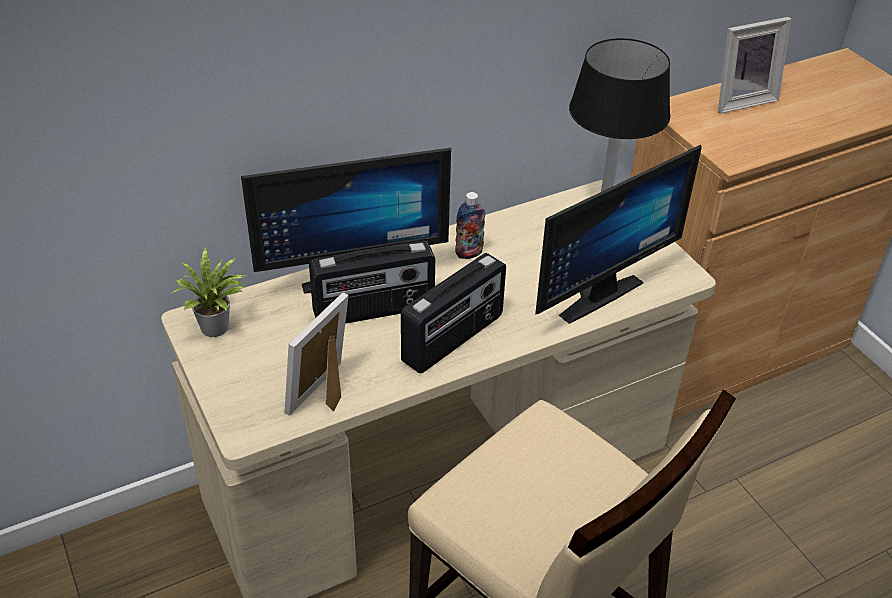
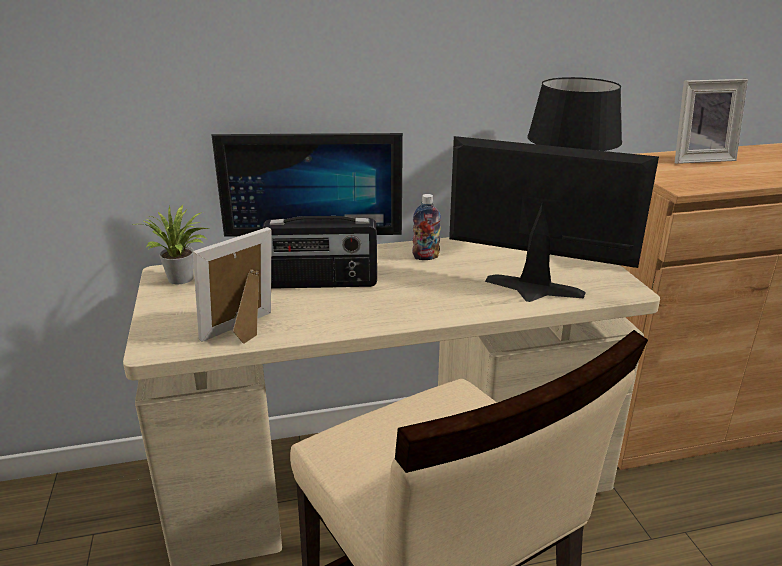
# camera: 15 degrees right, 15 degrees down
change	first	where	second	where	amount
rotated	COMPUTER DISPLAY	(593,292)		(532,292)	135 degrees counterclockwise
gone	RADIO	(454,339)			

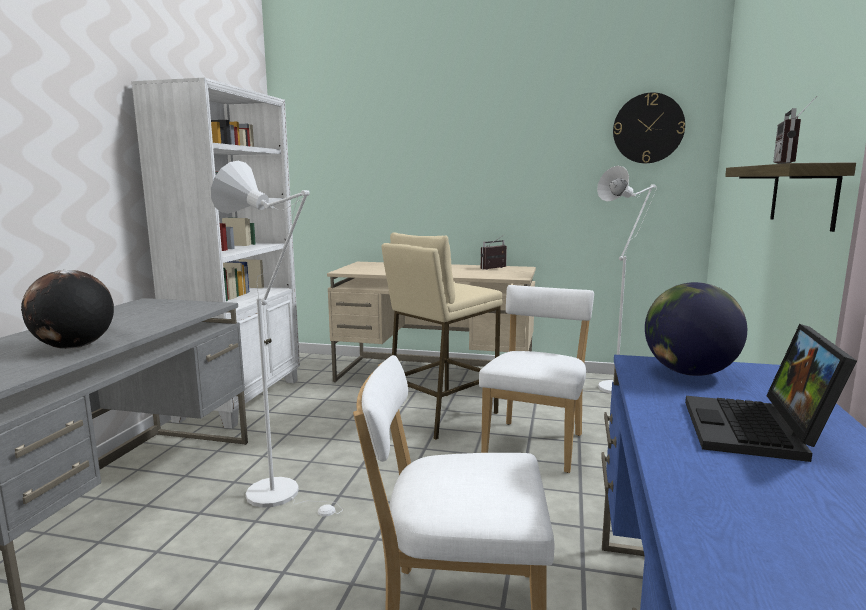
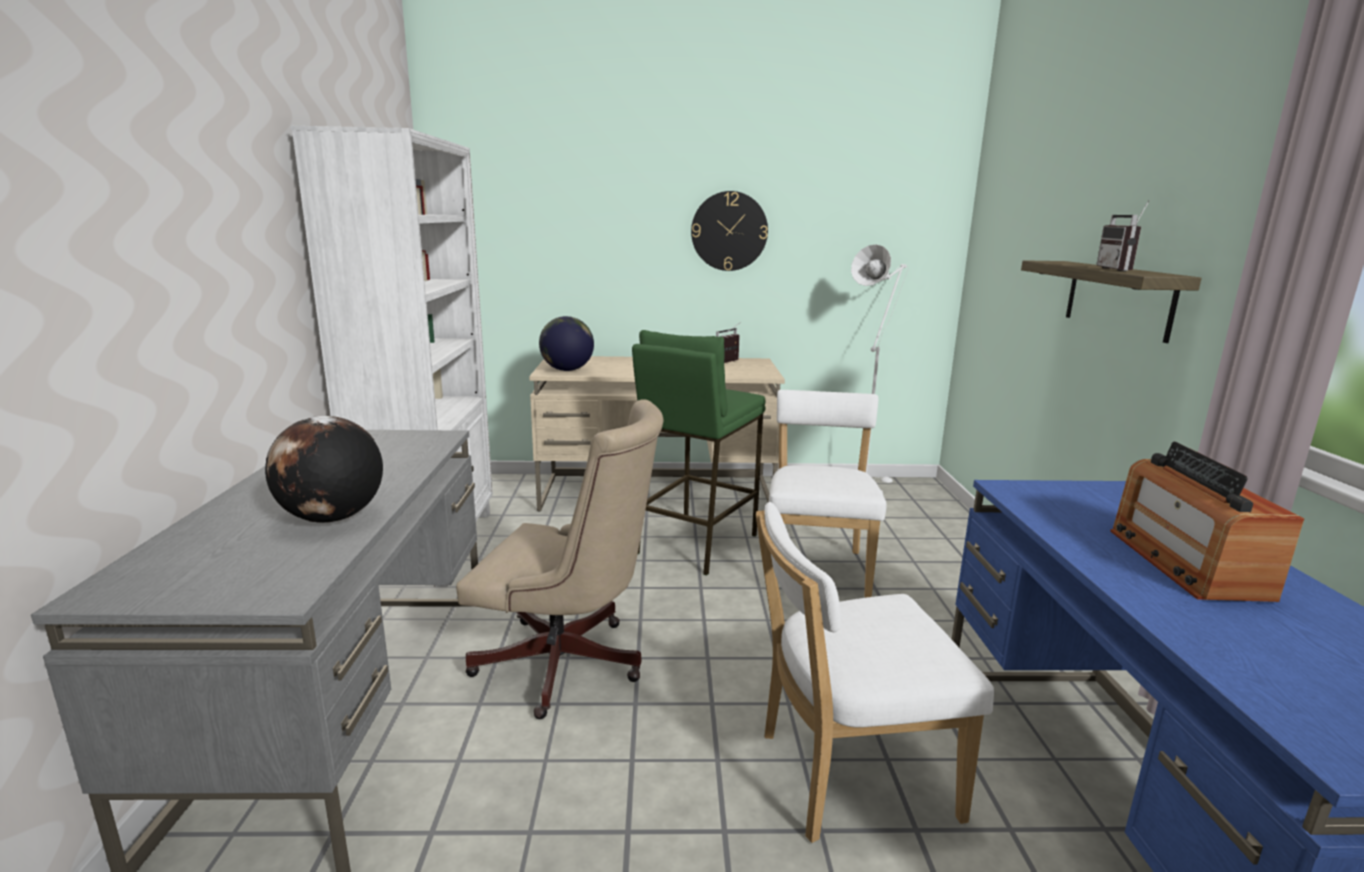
# camera: 15 degrees left, 5 degrees up
change	first	where	second	where	amount
swapped	WHITE FLOOR LAMP	(282,495)	BEIGE-COLOURED DESK CHAIR	(569,666)	
shifted	GLOBE	(689,372)		(567,370)	
repainted	BEIGE-COLOURED SITTING STOOL	(441,415)	GREENISH SITTING STOOL	(695,544)	
shifted	CLOCK ON THE WALL	(648,128)		(729,231)	
swapped	LAPTOP	(758,432)	RADIO	(1185,563)	

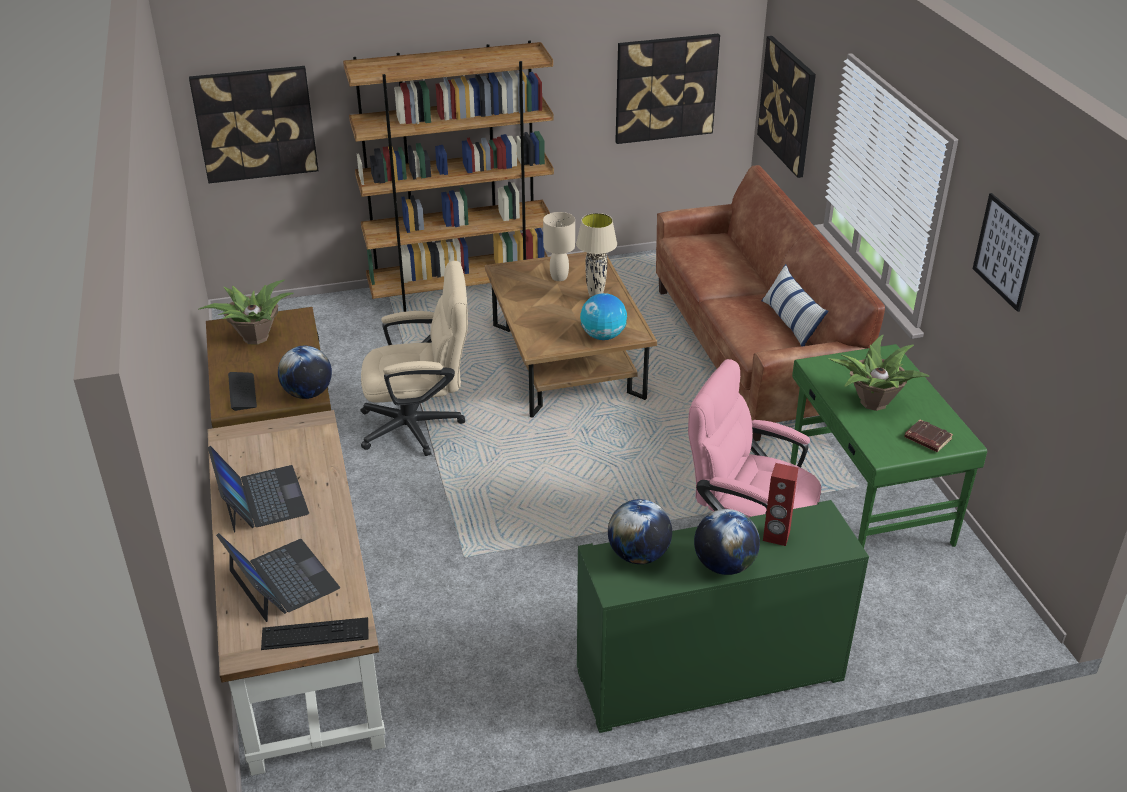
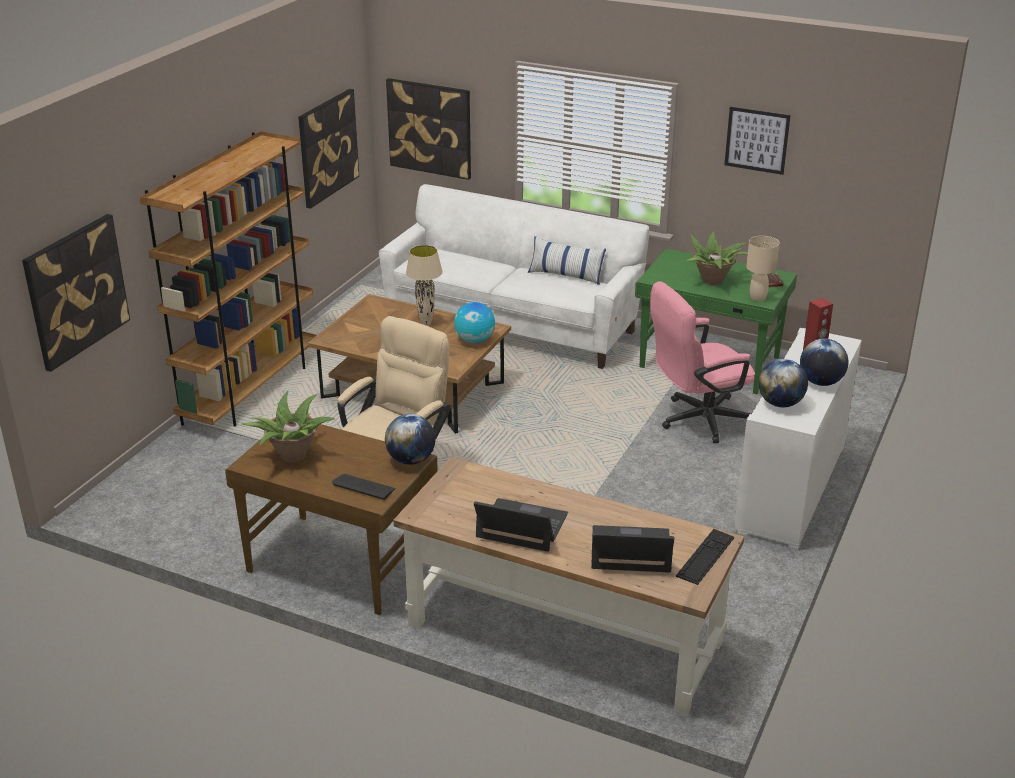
# camera: 50 degrees left, 5 degrees down
change	first	where	second	where	amount
repainted	BROWNISH SOFA	(748,353)	WHITE SOFA	(511,325)	
repainted	GREENISH STORAGE CABINET	(709,675)	WHITE STORAGE CABINET	(791,487)	
shifted	BEIGE-COLOURED LAMP FOR A TABLE	(559,277)		(758,298)	

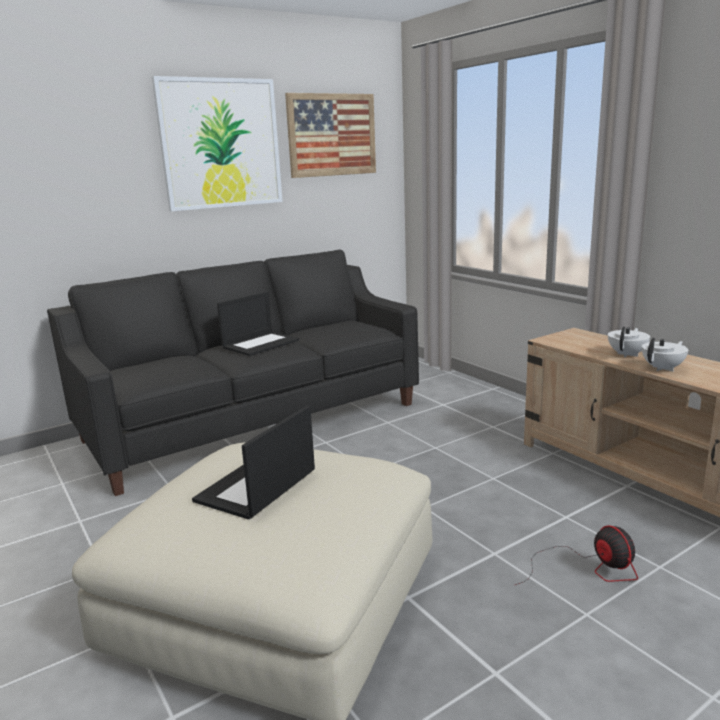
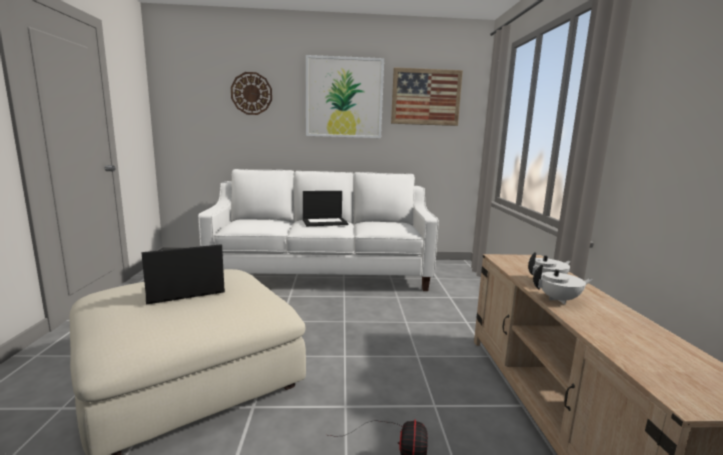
# camera: 30 degrees right, 5 degrees down
change	first	where	second	where	amount
repainted	BLACK SOFA	(254,422)	WHITE SOFA	(323,273)	
new			CLOCK ON THE WALL	(251,93)	

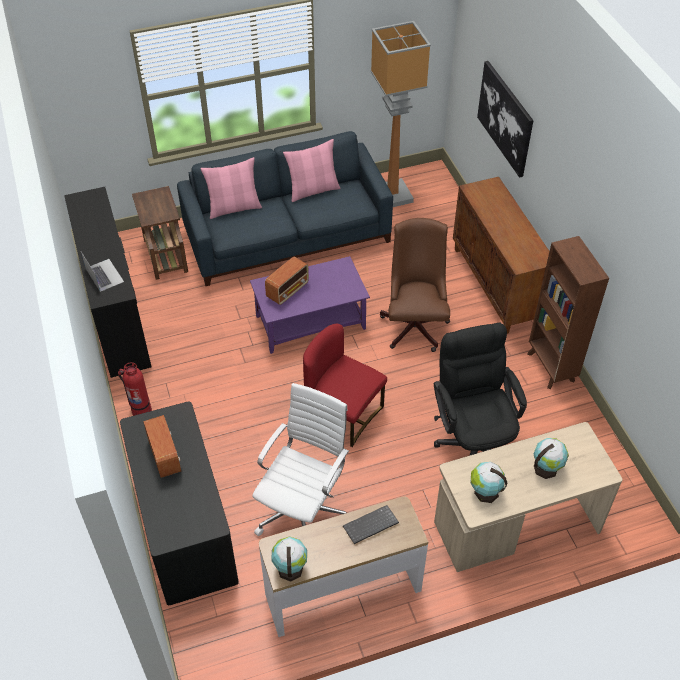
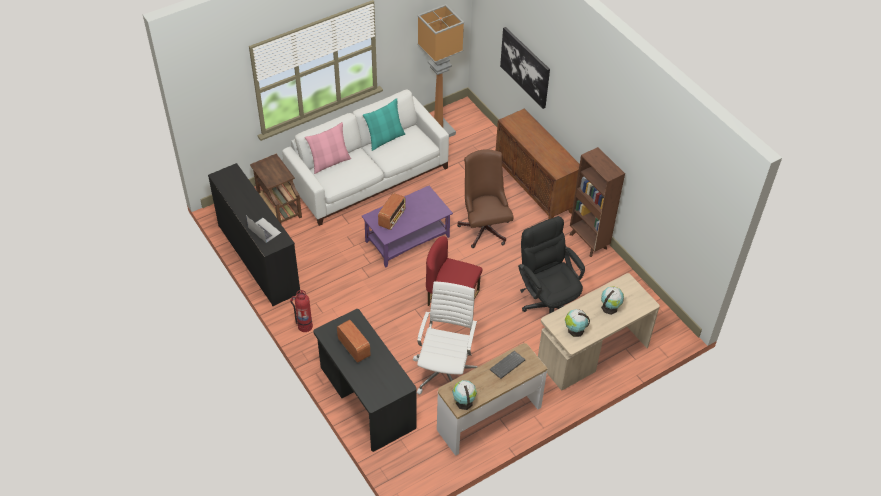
# camera: 15 degrees left, 0 degrees up
change	first	where	second	where	amount
repainted	BLUE-COLOURED SOFA	(288,236)	WHITE SOFA	(369,176)	
repainted	PINK-COLOURED CUSHION	(313,190)	TURQUOISE-COLOURED CUSHION	(385,139)	

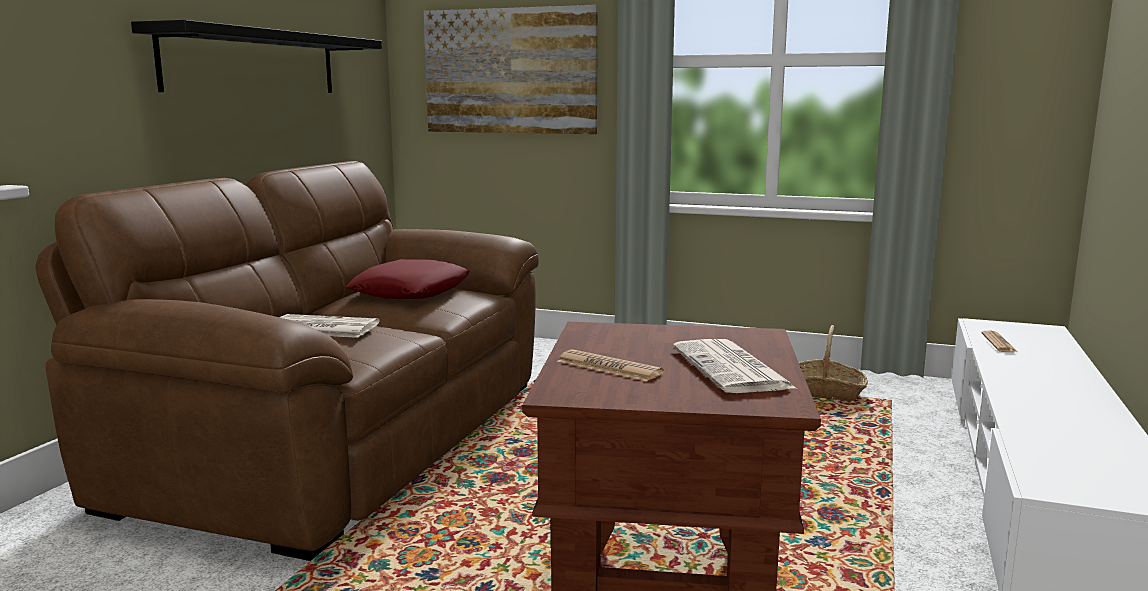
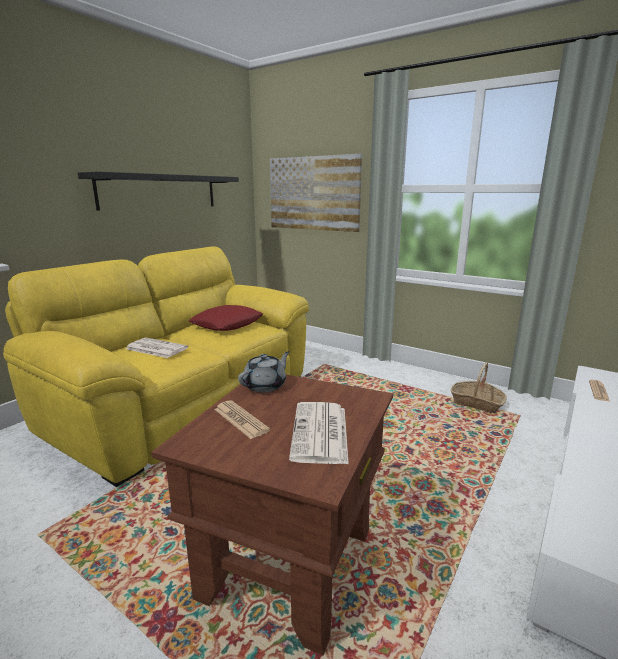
# camera: 15 degrees right, 5 degrees up
change	first	where	second	where	amount
repainted	BROWNISH SOFA	(340,439)	YELLOWISH SOFA	(183,402)	
new			GREY TEAPOT	(265,385)	

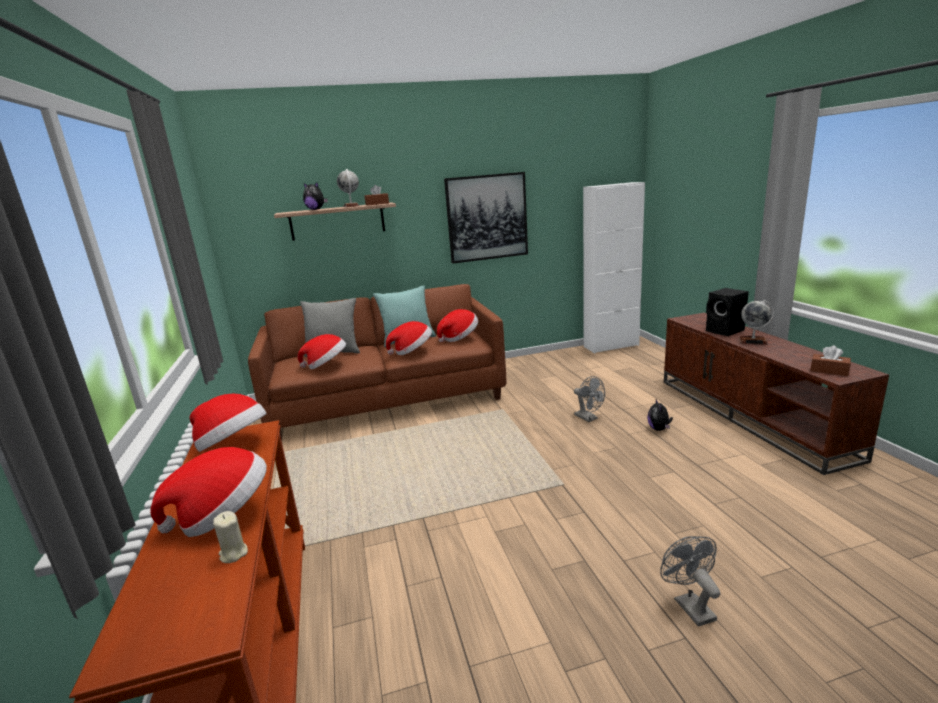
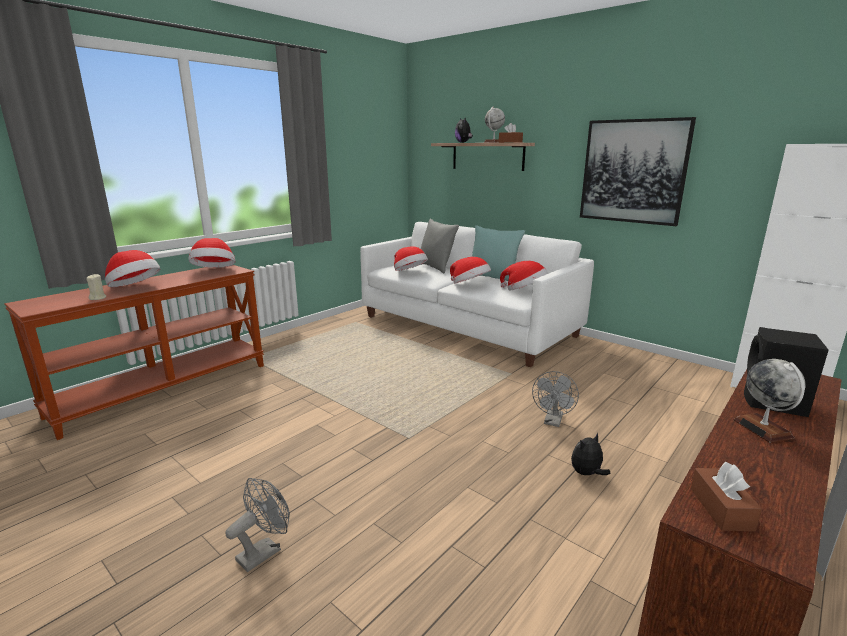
# camera: 55 degrees right, 0 degrees up
change	first	where	second	where	amount
repainted	BROWNISH SOFA	(387,399)	WHITE SOFA	(467,326)	

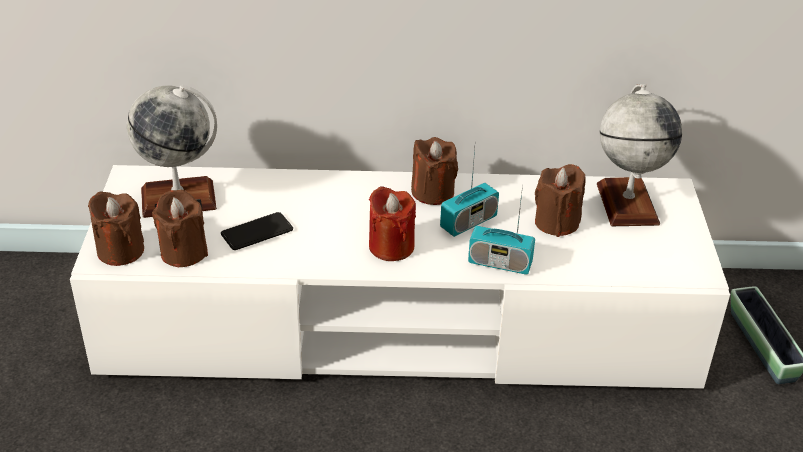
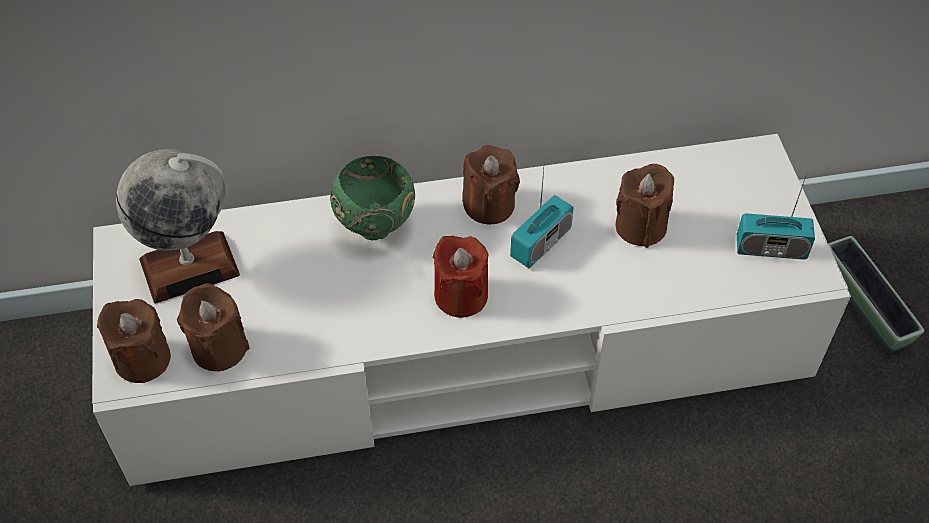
# camera: 10 degrees left, 15 degrees up
change	first	where	second	where	amount
new			GREENISH BOWL	(377,227)	
shifted	RADIO	(500,263)		(771,248)	
gone	PHONE	(257,232)			
gone	GLOBE	(627,203)			

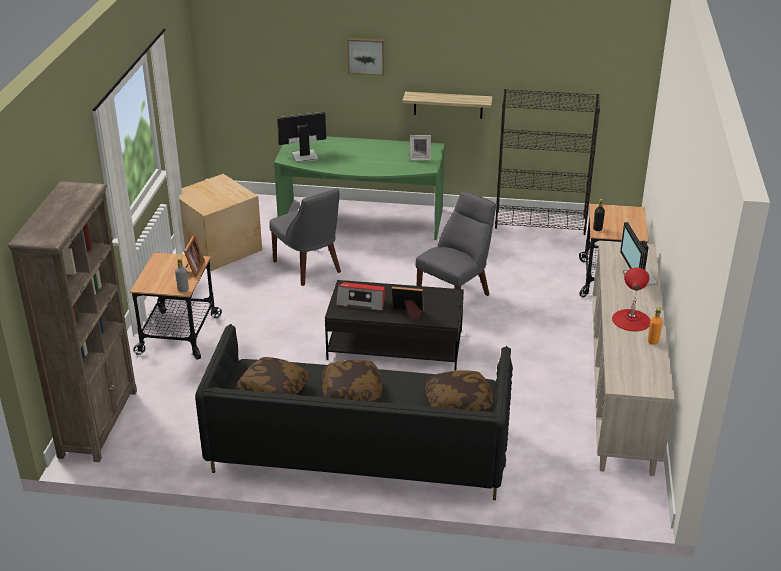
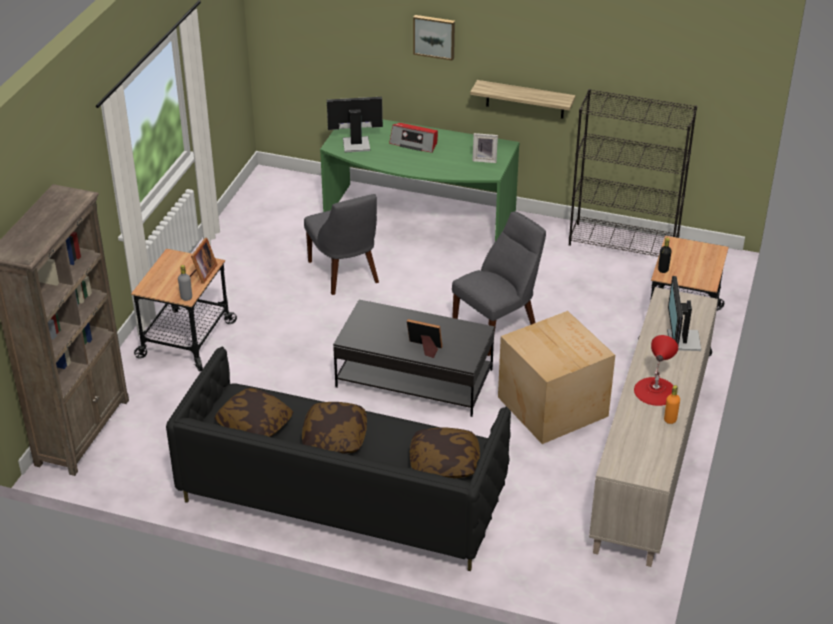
# camera: 10 degrees right, 5 degrees up
change	first	where	second	where	amount
shifted	RADIO	(361,302)		(414,143)	
shifted	CARTON	(219,247)		(553,405)	

